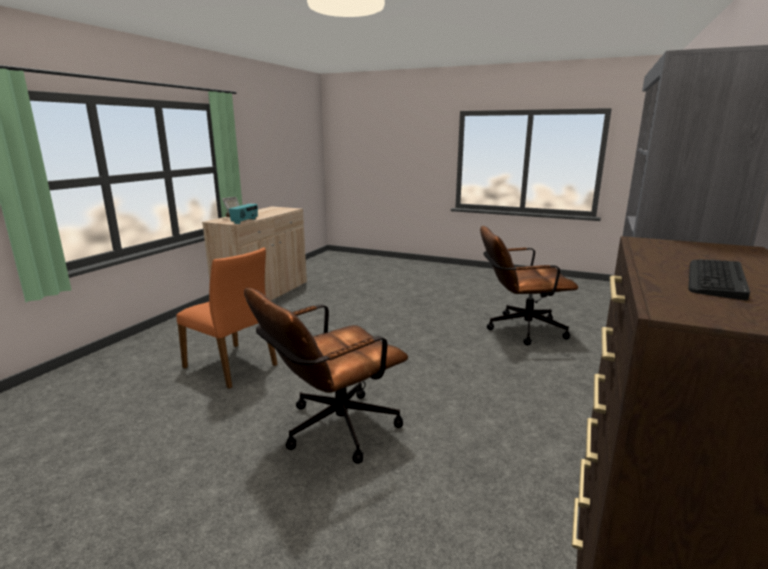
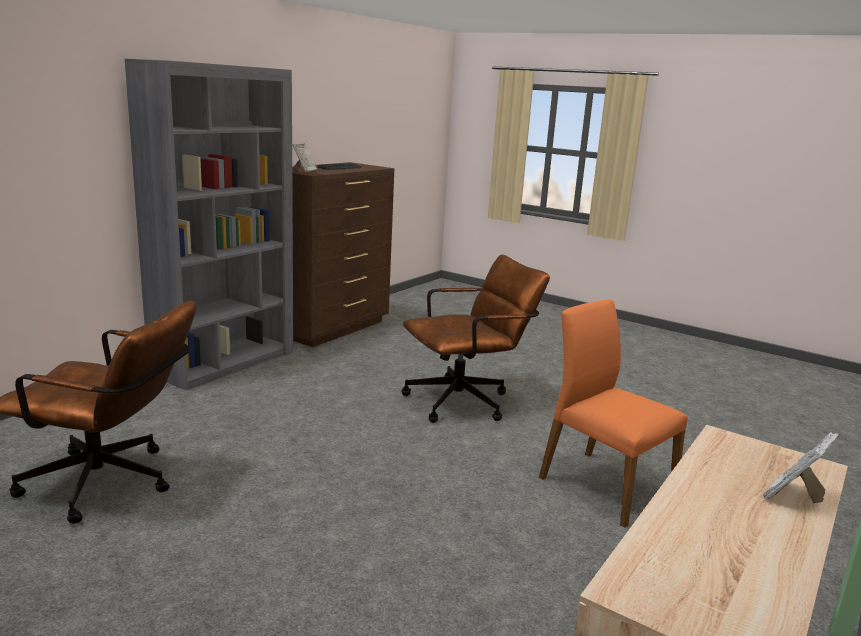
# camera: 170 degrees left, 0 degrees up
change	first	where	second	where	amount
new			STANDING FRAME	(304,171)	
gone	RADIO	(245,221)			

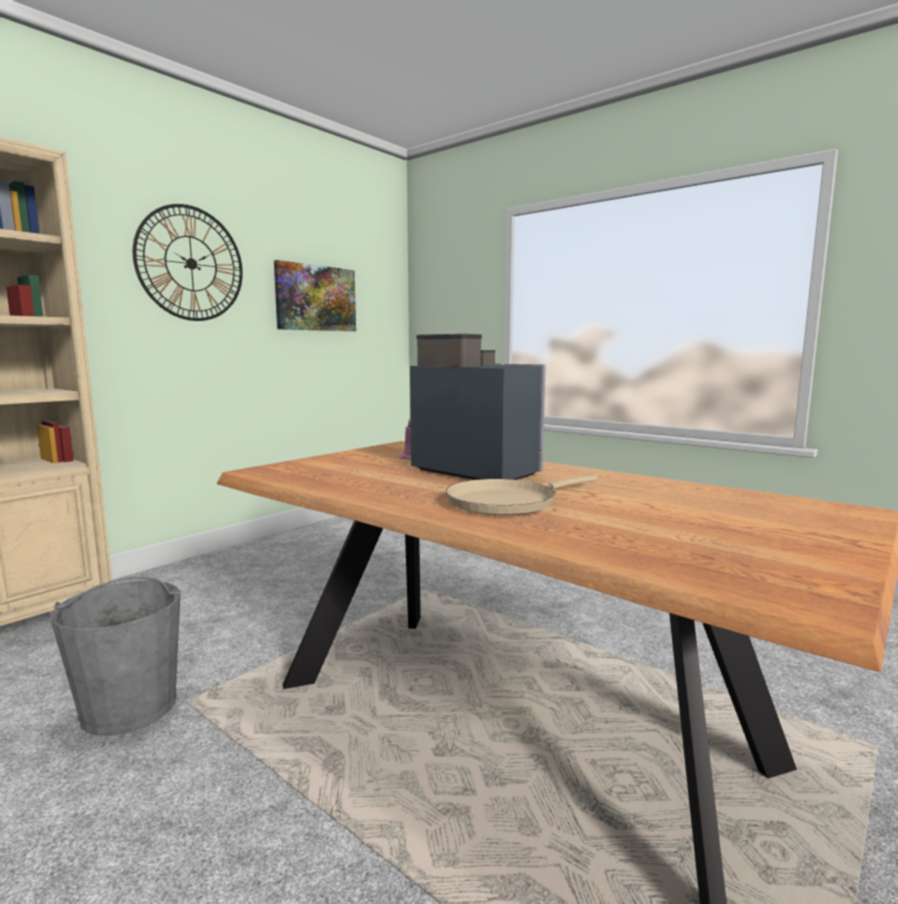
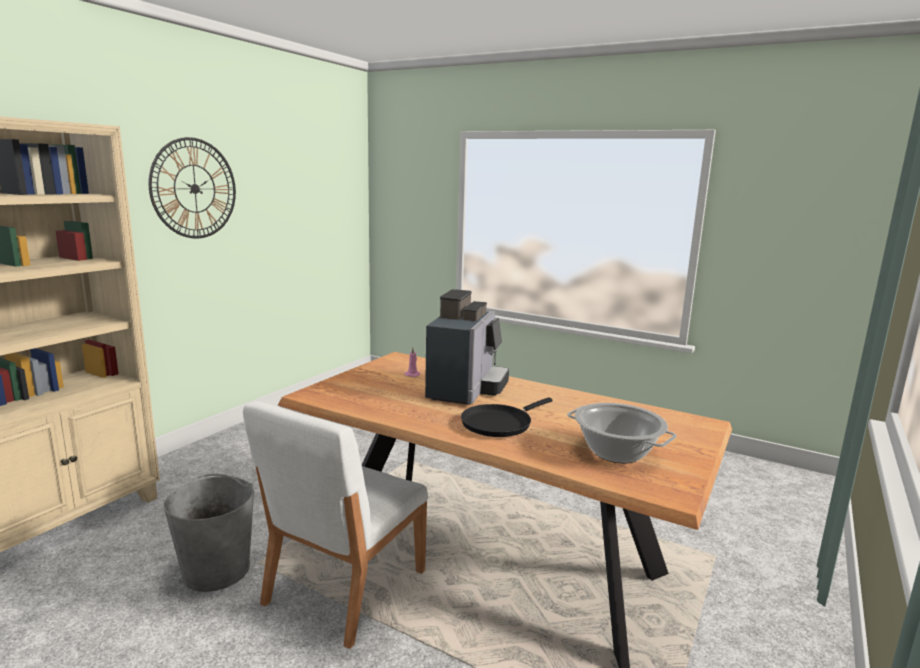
# camera: 10 degrees left, 5 degrees up
change	first	where	second	where	amount
new			WHITE PLAIN CHAIR	(343,588)	
rotated	COFFEE MAKER	(475,470)		(466,389)	75 degrees clockwise
repainted	BEIGE-COLOURED SKILLET	(507,502)	BLACK SKILLET	(499,423)	
new			SAUCEPOT	(617,452)	
gone	WALL ART	(316,298)			

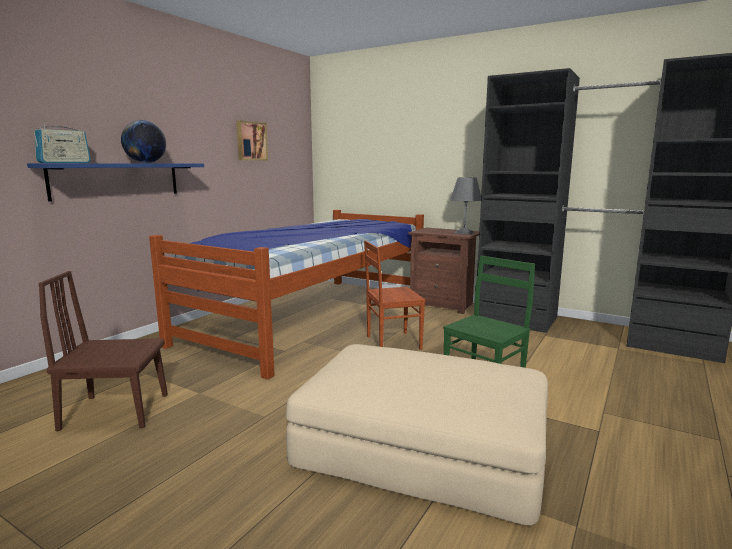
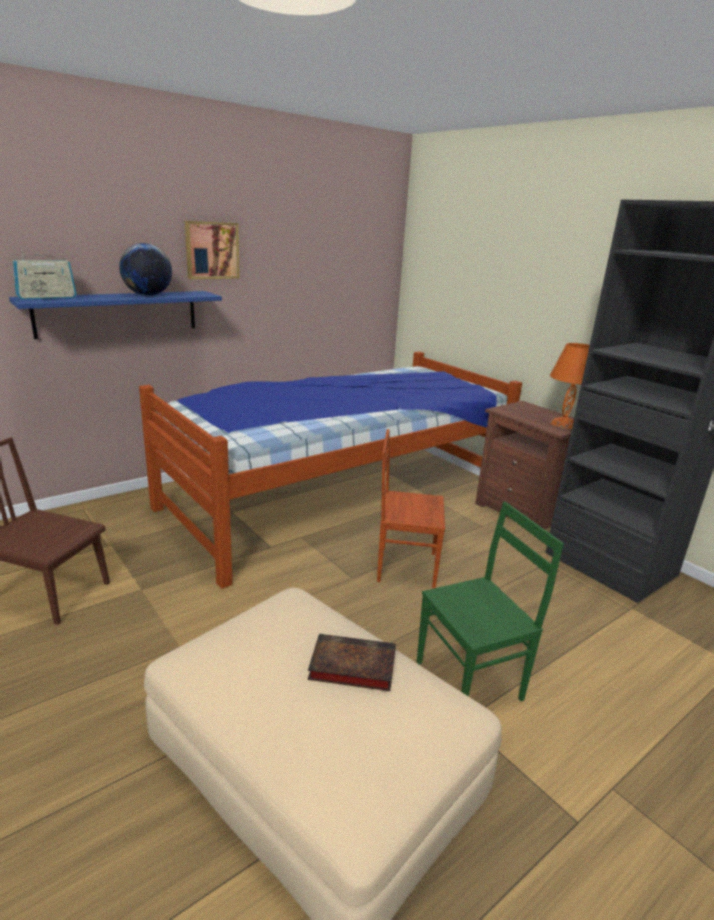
# camera: 20 degrees right, 10 degrees up
change	first	where	second	where	amount
shifted	WALL ART	(251,141)		(211,250)	
new			BOUND BOOK	(350,666)	
repainted	GREY LAMP FOR A TABLE	(464,232)	ORANGE LAMP FOR A TABLE	(564,424)	

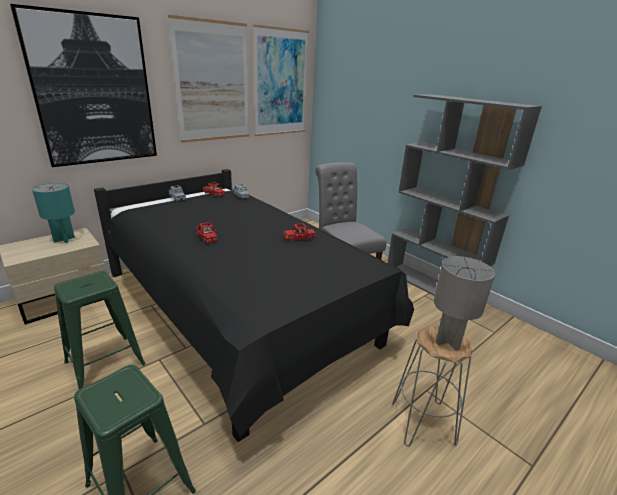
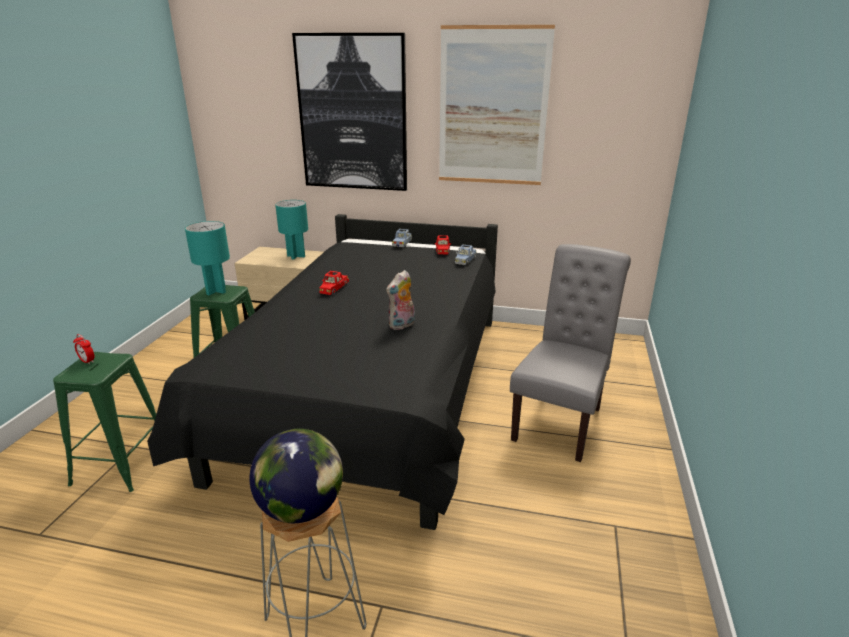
# camera: 55 degrees right, 0 degrees up
change	first	where	second	where	amount
new			TABLE CLOCK	(87,361)	
new			TURQUOISE-COLOURED LAMP FOR A TABLE	(216,291)	
swapped	GREY LAMP FOR A TABLE	(448,340)	GLOBE	(302,509)	
swapped	RED TOY CAR	(299,238)	SOFT TOY	(402,325)	
gone	WALL ART	(281,83)			
gone	GREY BOOKSHELF	(432,286)			

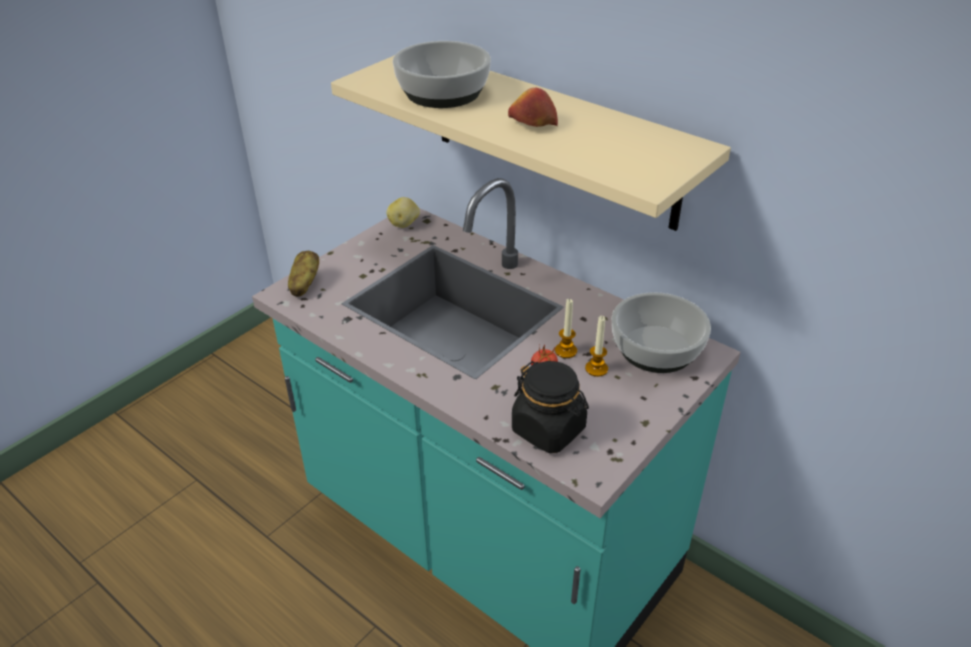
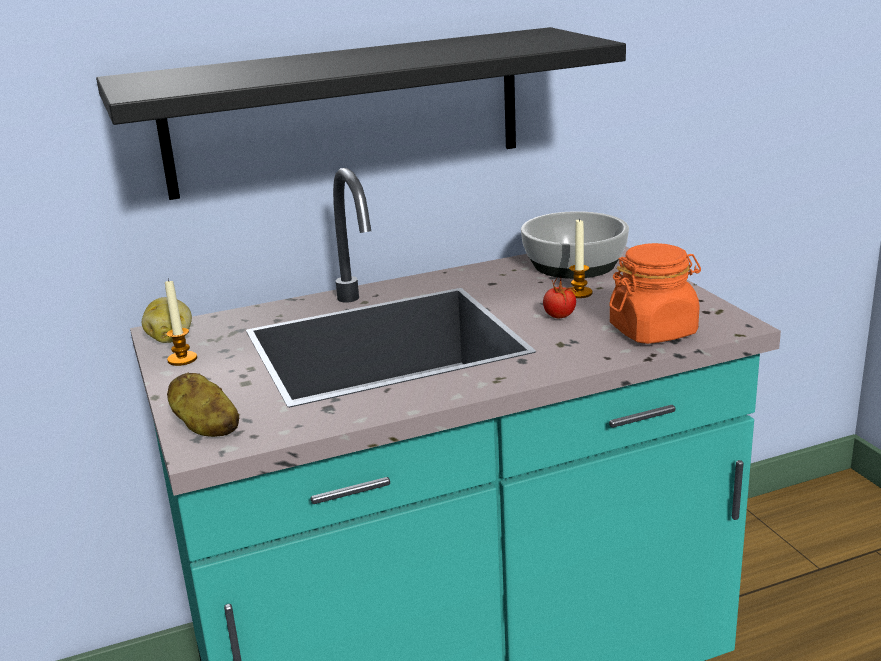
# camera: 60 degrees left, 15 degrees down
change	first	where	second	where	amount
repainted	BEIGE-COLOURED WALL SHELF	(552,137)	BLACK WALL SHELF	(346,112)	
shifted	WAX LIGHT	(566,351)		(182,359)	
repainted	BLACK JAR	(549,429)	ORANGE JAR	(653,331)	
gone	BOWL	(442,92)			
gone	APPLE FRUIT	(532,123)			

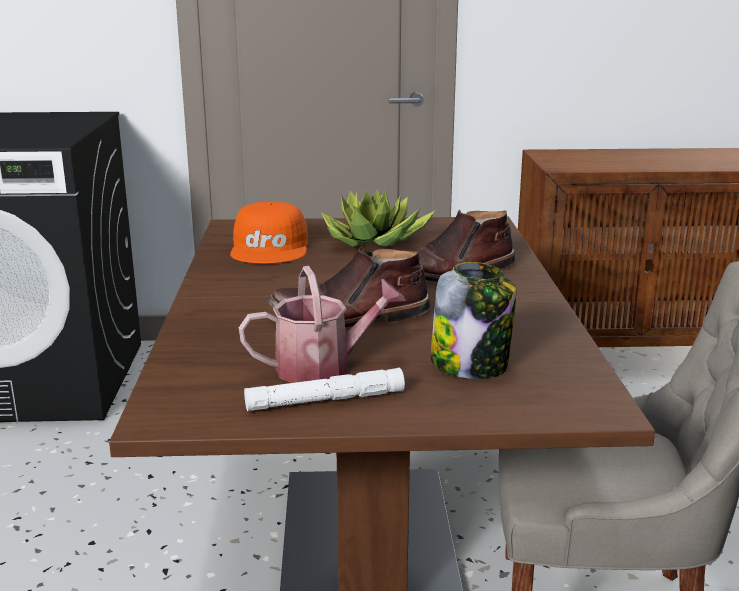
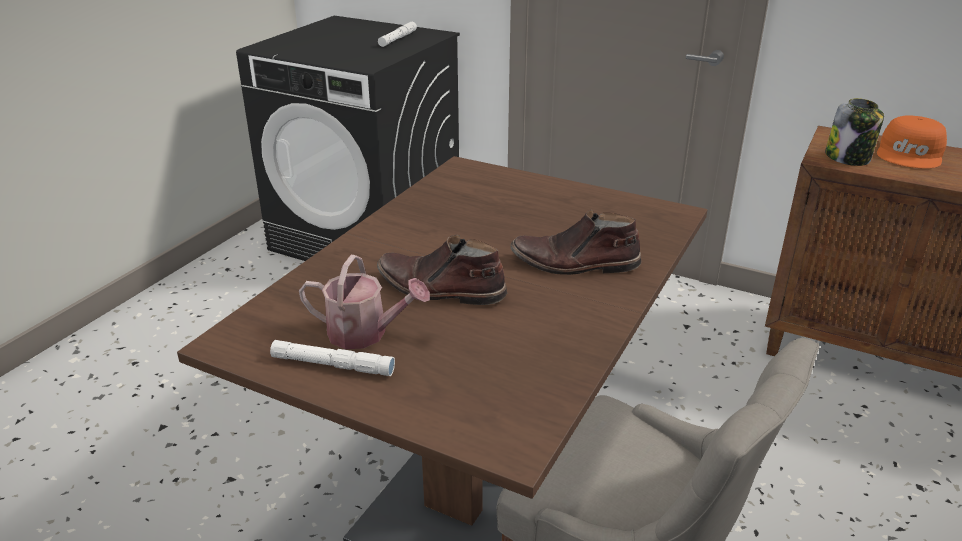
# camera: 30 degrees right, 10 degrees up
change	first	where	second	where	amount
new			WHITE HAND TORCH	(398,39)	
shifted	JAR	(471,365)		(848,158)	
shifted	ORANGE PEAKED CAP	(271,248)		(911,154)	
gone	PLANT IN A POT	(375,240)			

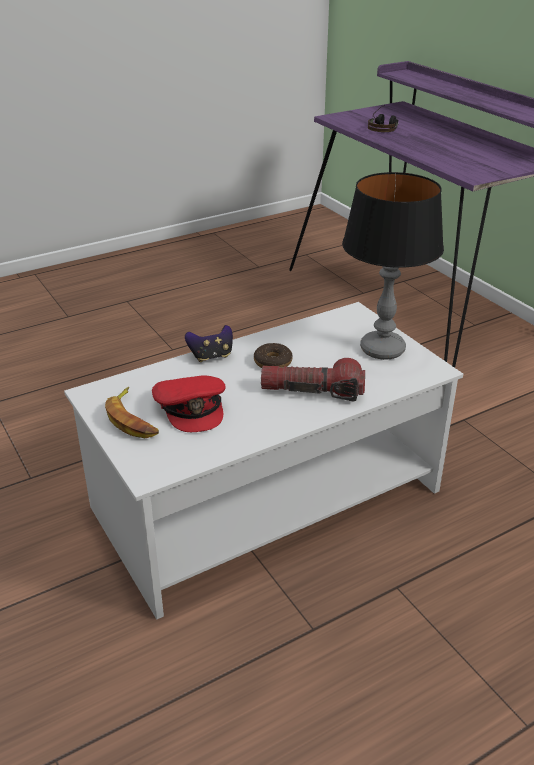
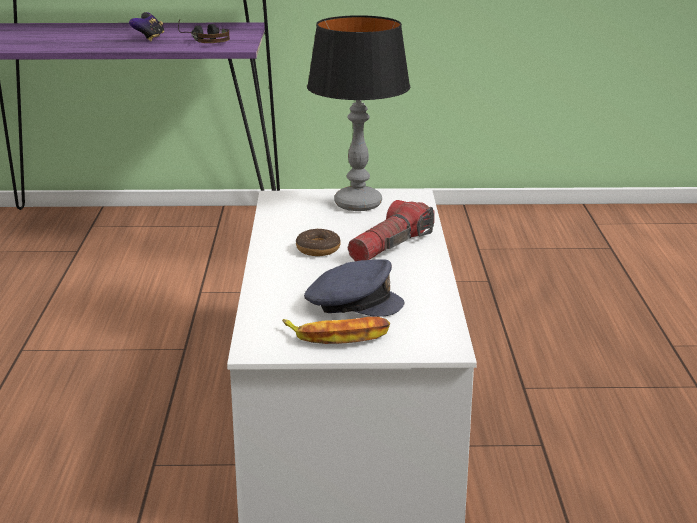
# camera: 60 degrees left, 10 degrees down
change	first	where	second	where	amount
shifted	GAME CONTROLLER	(211,356)		(149,38)	
shifted	HEADPHONES	(383,127)		(203,40)	
repainted	RED PEAKED CAP	(191,408)	GREY PEAKED CAP	(352,303)	

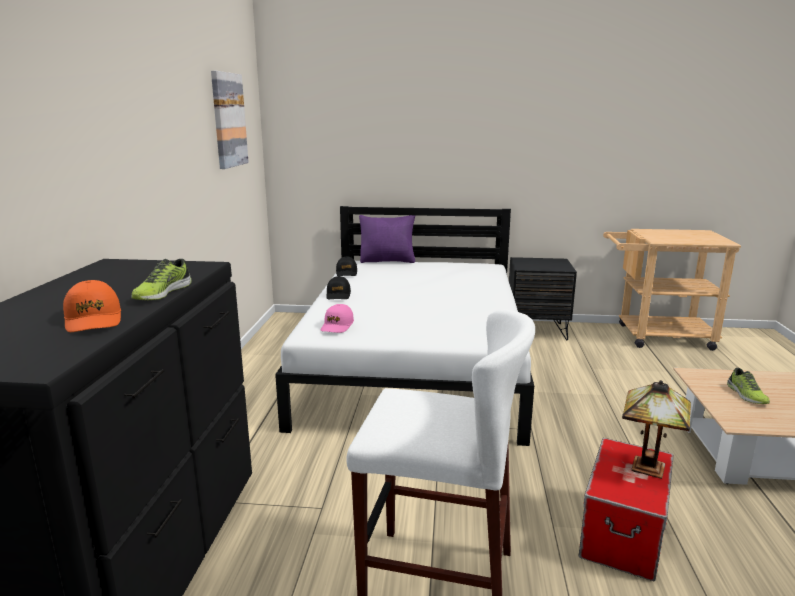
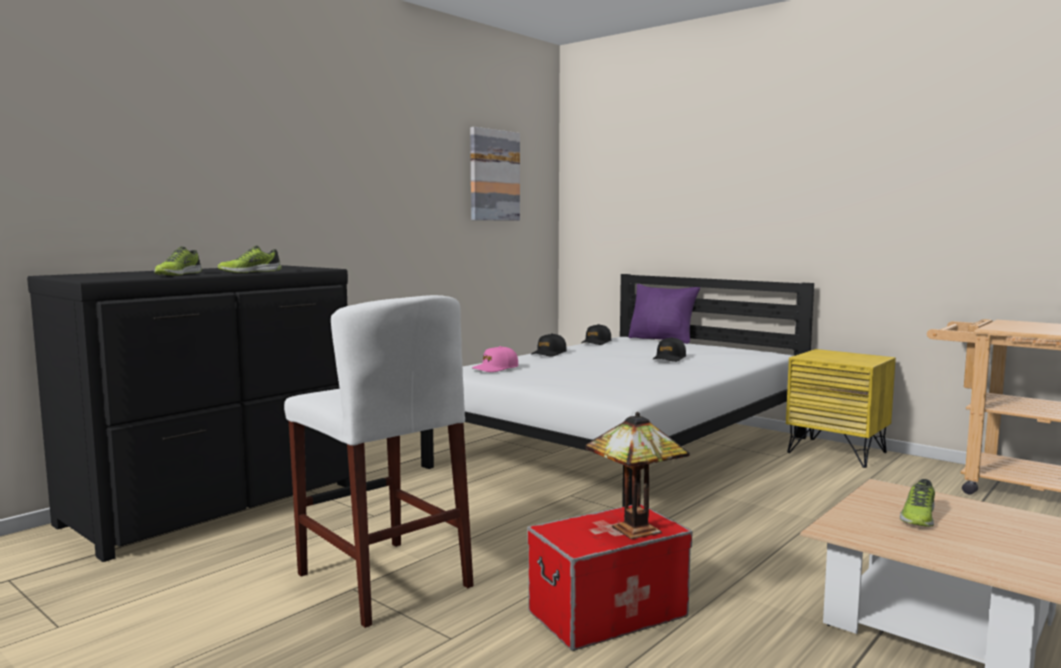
# camera: 35 degrees right, 10 degrees down
change	first	where	second	where	amount
swapped	ORANGE PEAKED CAP	(94,319)	ITEM OF FOOTWEAR	(177,274)	
new			BLACK PEAKED CAP	(669,358)	
repainted	BLACK BEDSIDE TABLE	(536,330)	YELLOWISH BEDSIDE TABLE	(837,452)	

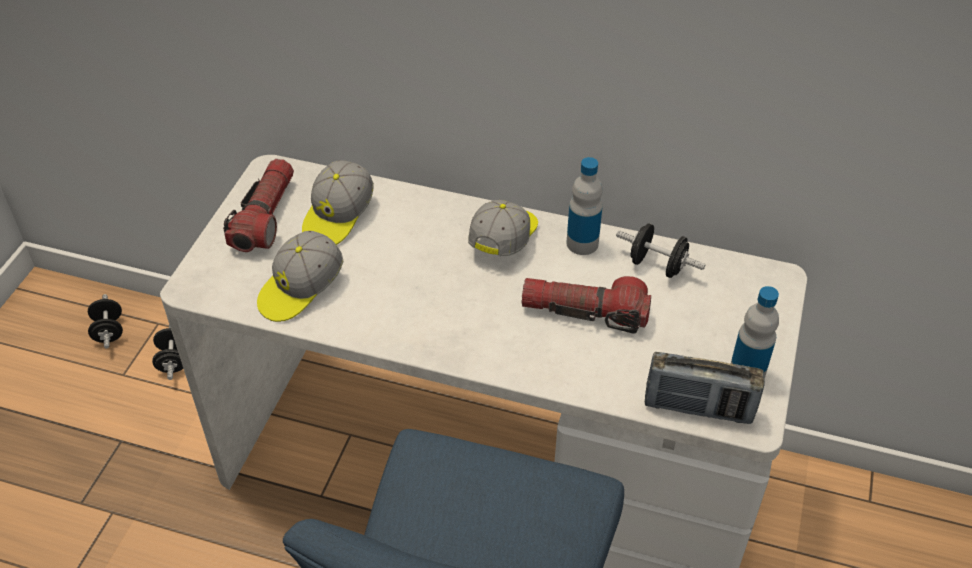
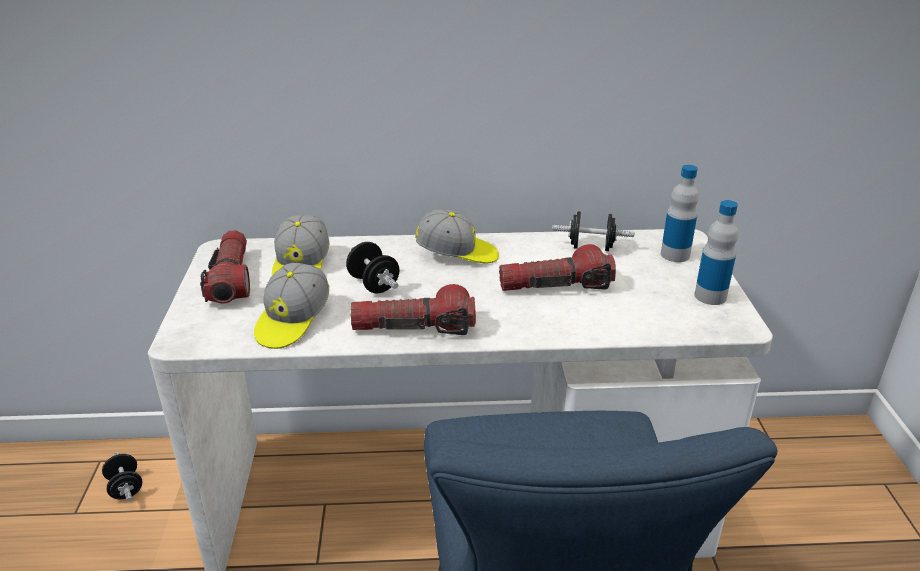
# camera: 20 degrees left, 15 degrees down
change	first	where	second	where	amount
shifted	BLACK FREE WEIGHT	(109,331)		(373,284)	
new			HAND TORCH	(414,327)	
rotated	PEAKED CAP	(504,239)		(457,254)	90 degrees clockwise
shifted	BEVERAGE BOTTLE	(582,243)		(675,255)	
gone	RADIO	(698,408)			

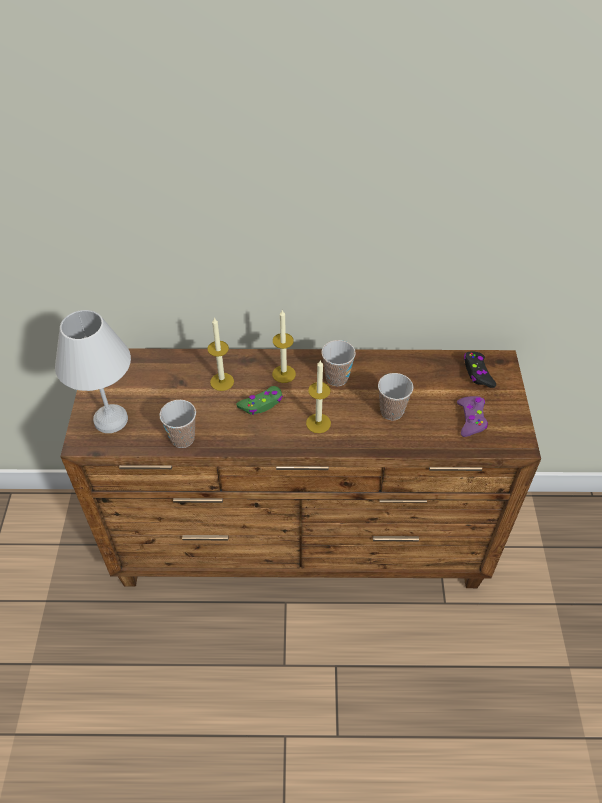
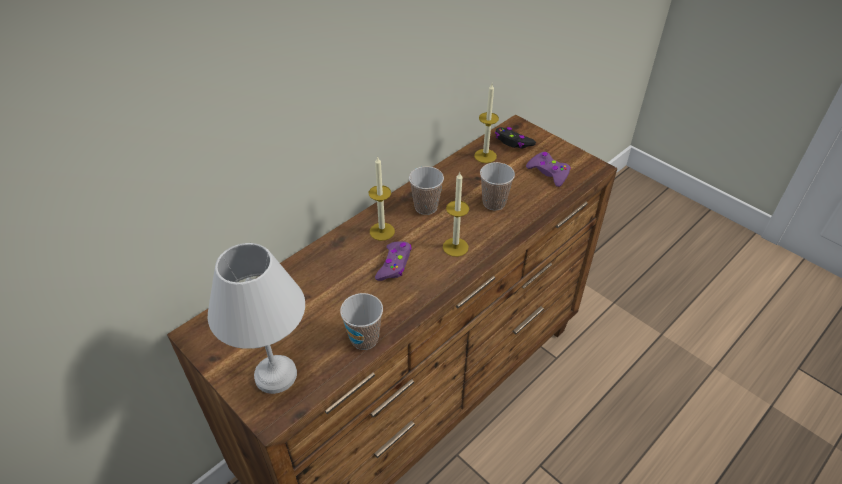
# camera: 45 degrees left, 5 degrees down
change	first	where	second	where	amount
repainted	GREENISH GAME CONTROLLER	(261,404)	PURPLE GAME CONTROLLER	(394,265)	
shifted	WAX LIGHT	(222,381)		(485,156)	

